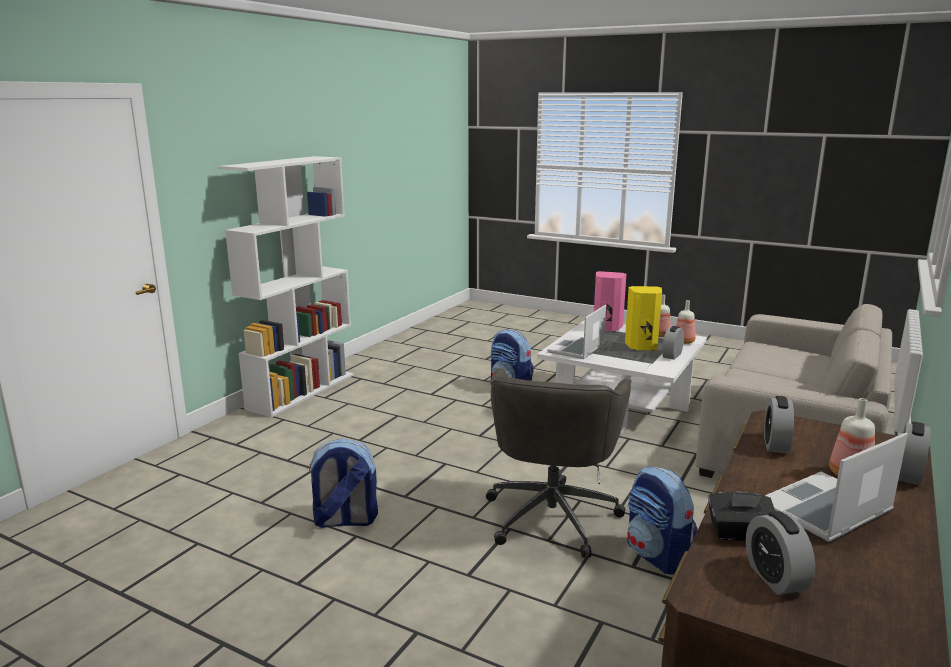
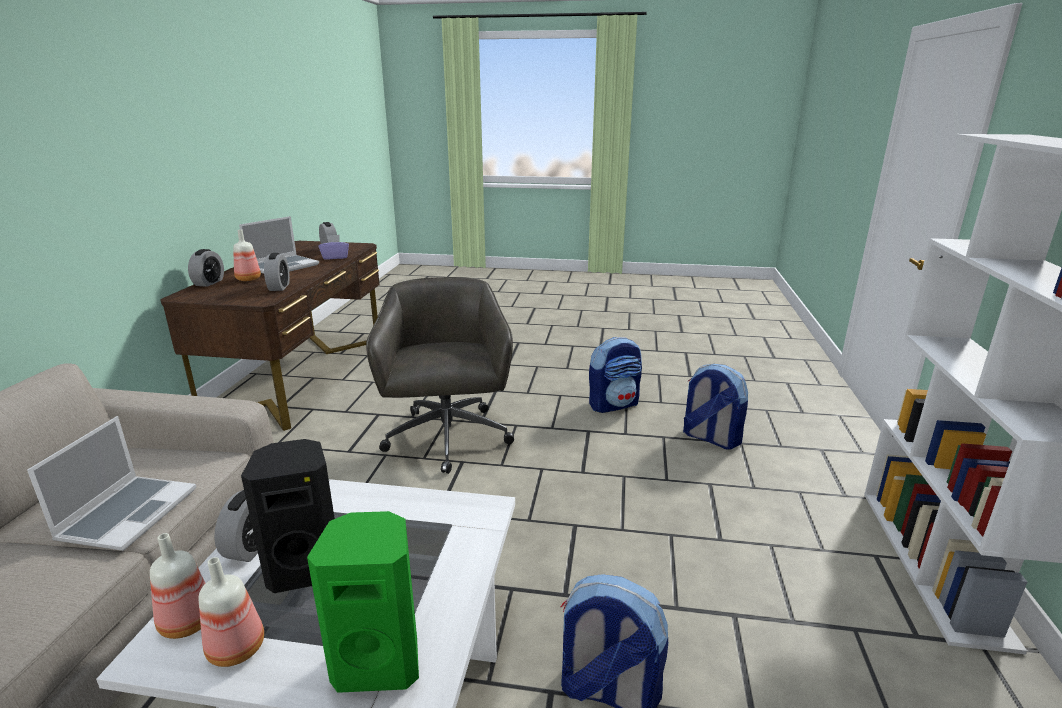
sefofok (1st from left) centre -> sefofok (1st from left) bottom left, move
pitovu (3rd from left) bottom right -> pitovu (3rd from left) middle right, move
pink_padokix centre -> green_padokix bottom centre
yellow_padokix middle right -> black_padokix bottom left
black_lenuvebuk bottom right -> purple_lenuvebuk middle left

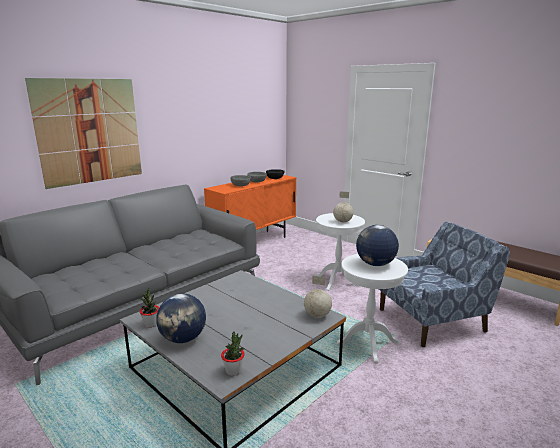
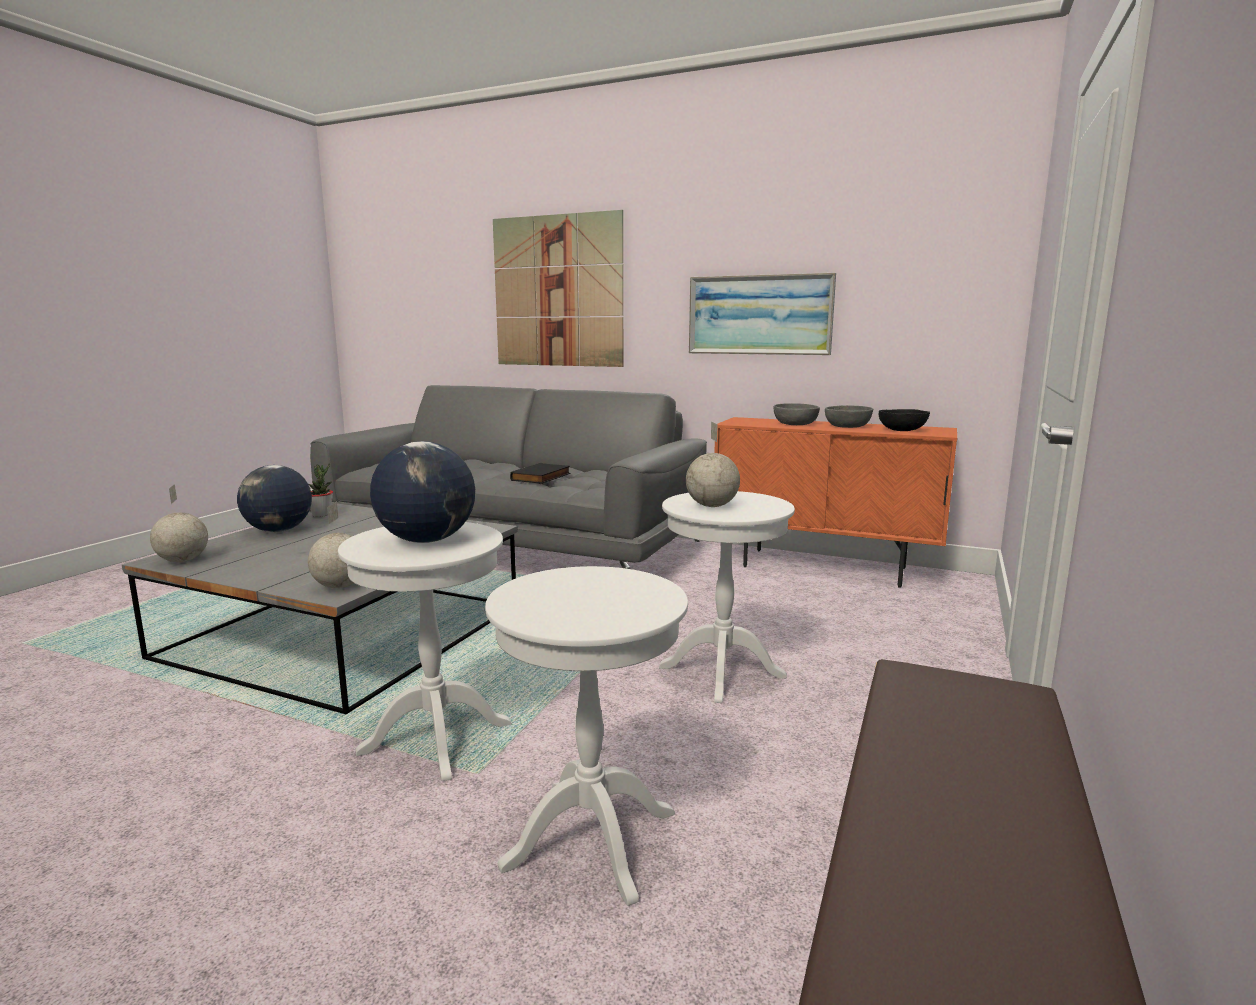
none -> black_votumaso centre
none -> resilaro (2nd from left) top centre
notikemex (2nd from left) bottom centre -> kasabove (1st from left) middle left
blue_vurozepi middle right -> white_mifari (2nd from left) bottom centre

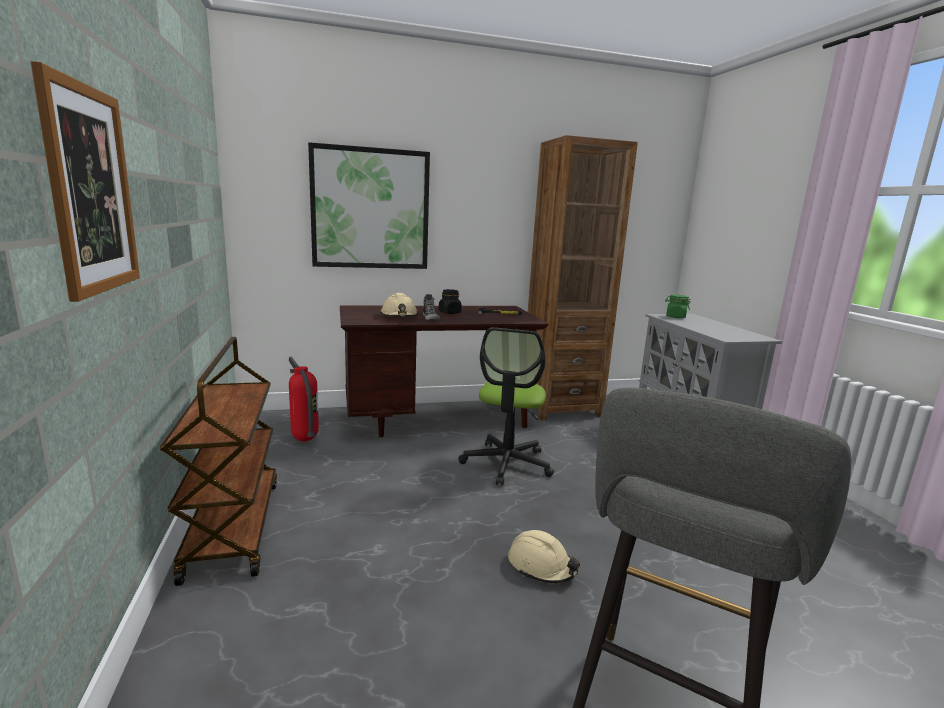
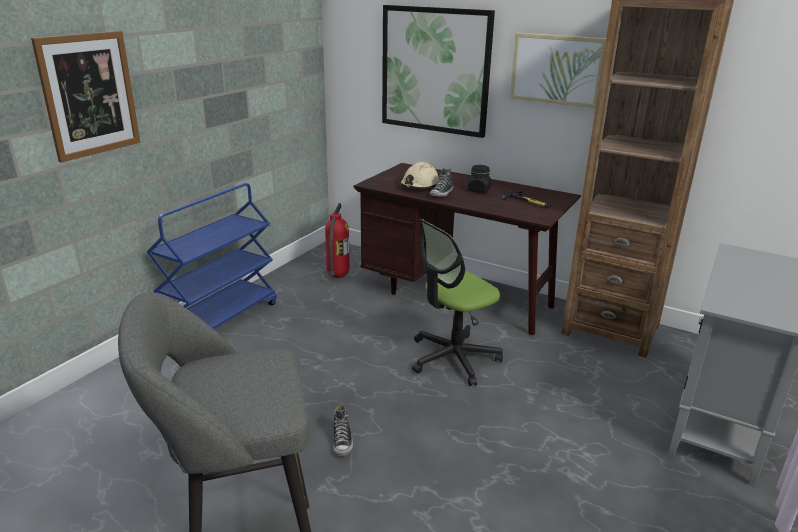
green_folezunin middle right -> none
none -> resilaro (3rd from left) top right
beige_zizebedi (2nd from left) bottom centre -> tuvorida (1st from left) bottom centre
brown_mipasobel middle left -> blue_mipasobel middle left

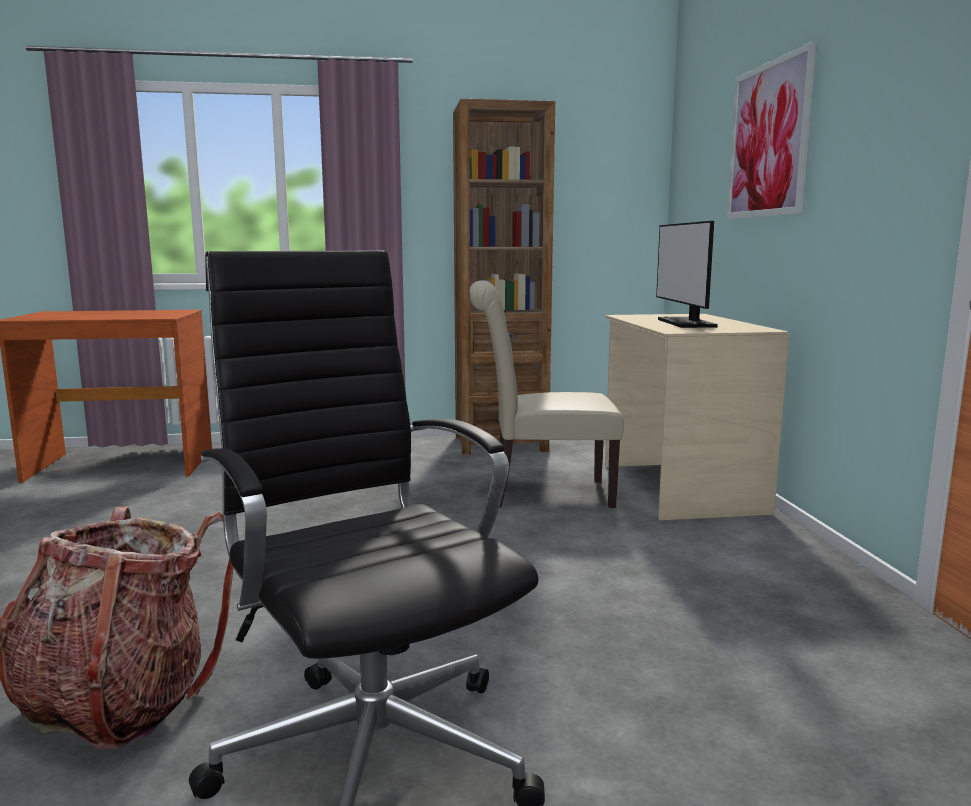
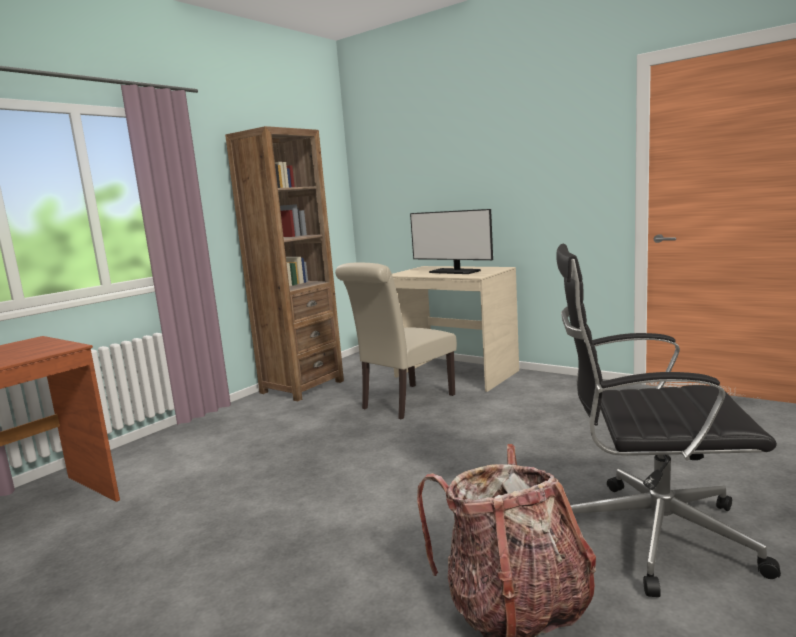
resilaro top right -> none

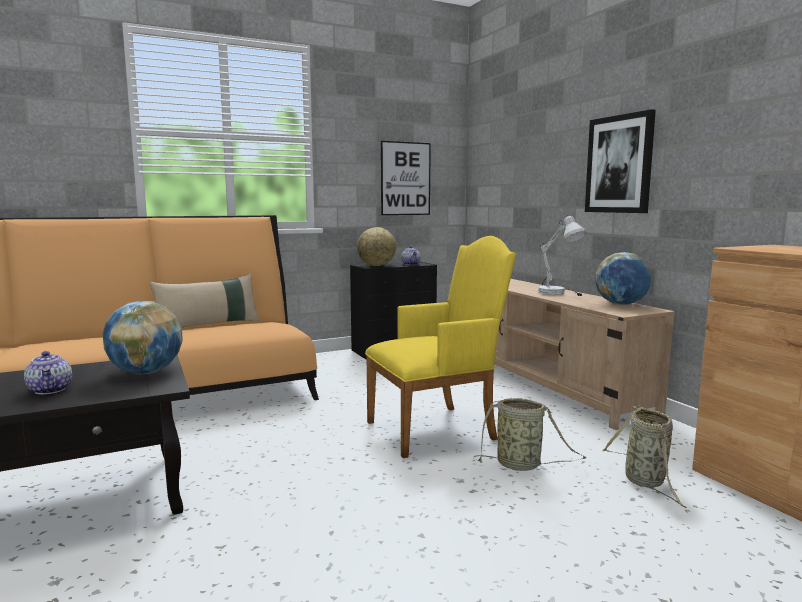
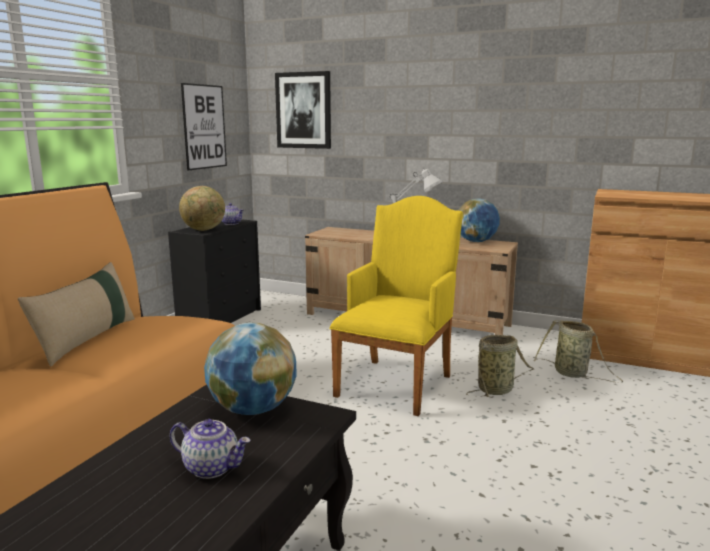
resilaro (2nd from left) top right -> resilaro (2nd from left) top centre, move

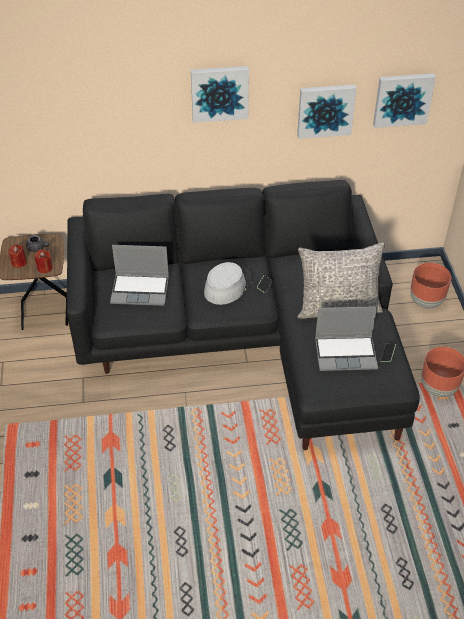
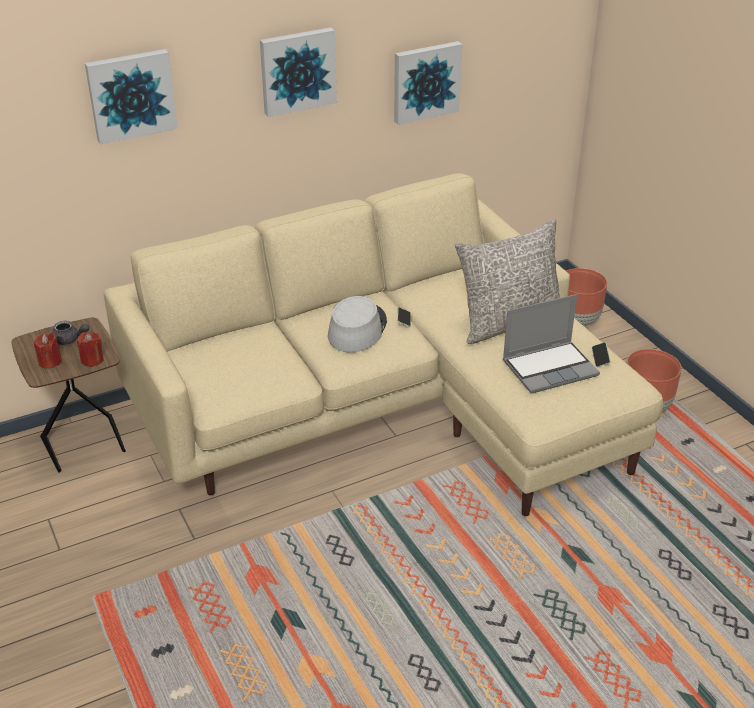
sefofok (1st from left) middle left -> none
resilaro (3rd from left in the first image) top right -> resilaro (1st from left) top left, move
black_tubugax centre -> beige_tubugax centre

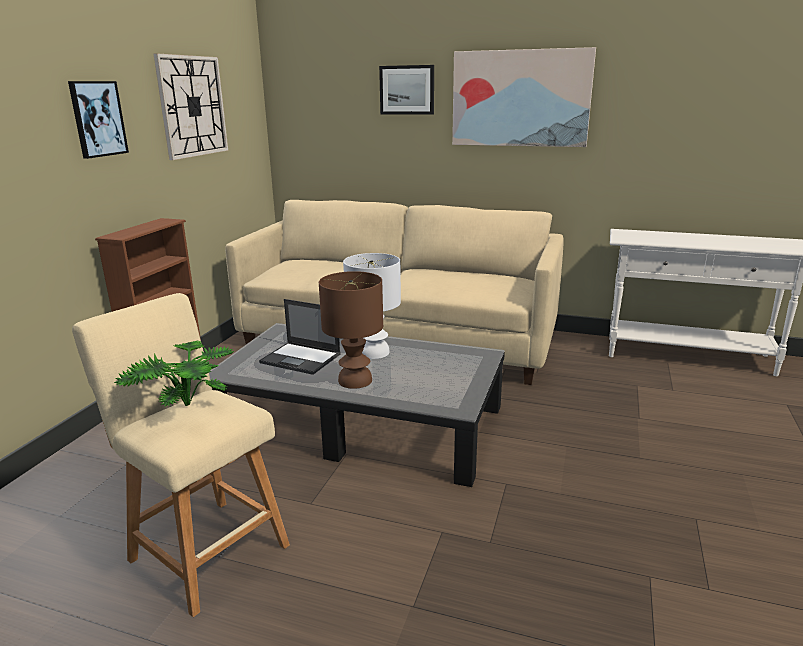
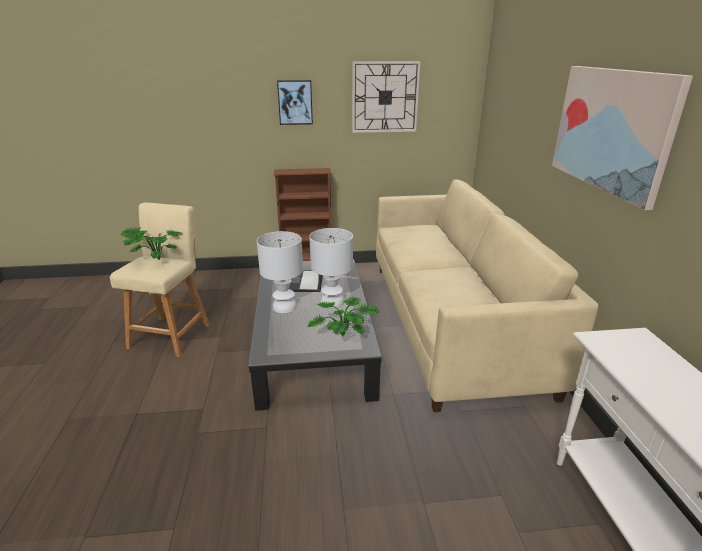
resilaro (2nd from left) top centre -> none
none -> notikemex (2nd from left) centre
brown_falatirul centre -> white_falatirul (1st from left) centre

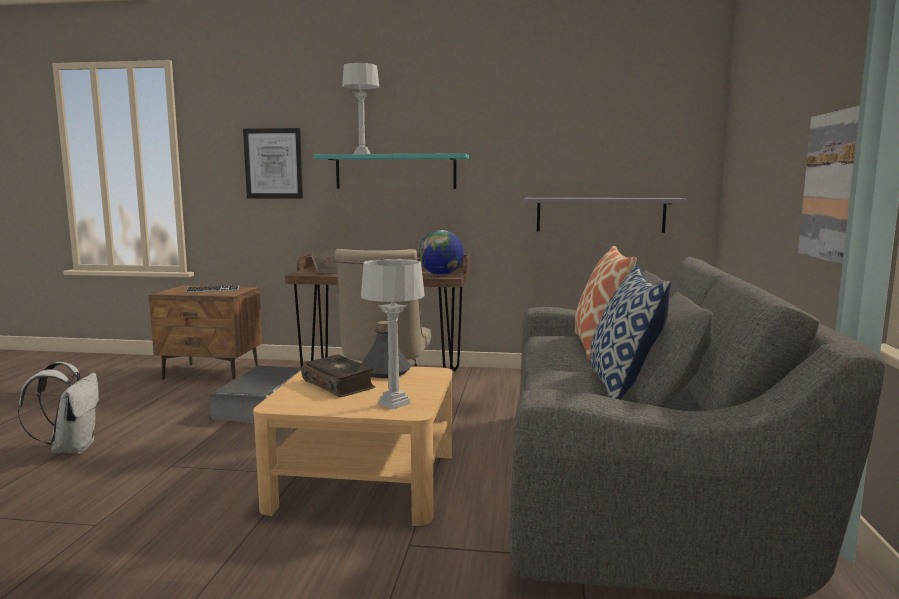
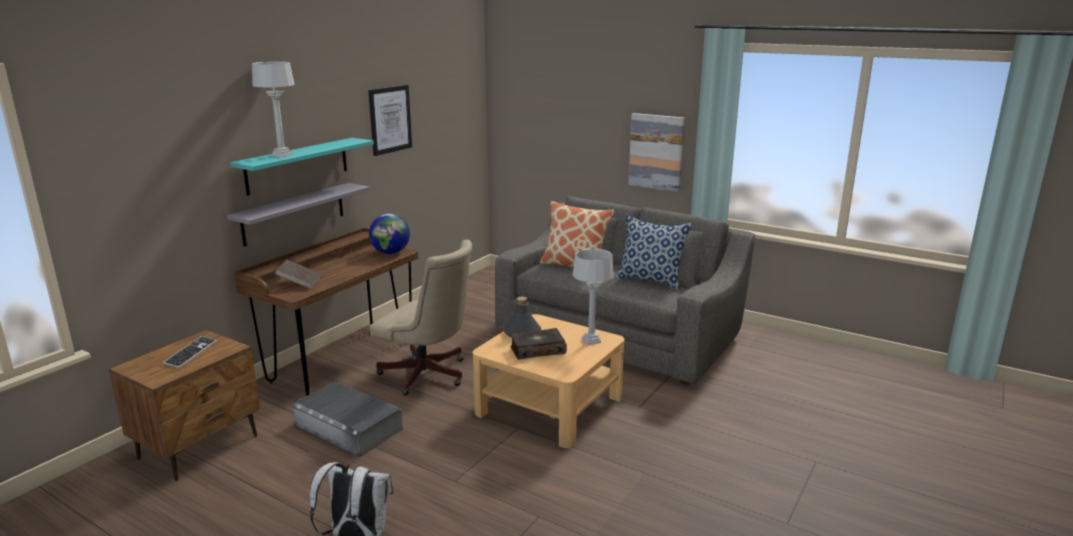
resilaro (1st from left) top left -> resilaro (1st from left) top centre, move
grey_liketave middle right -> grey_liketave middle left, move

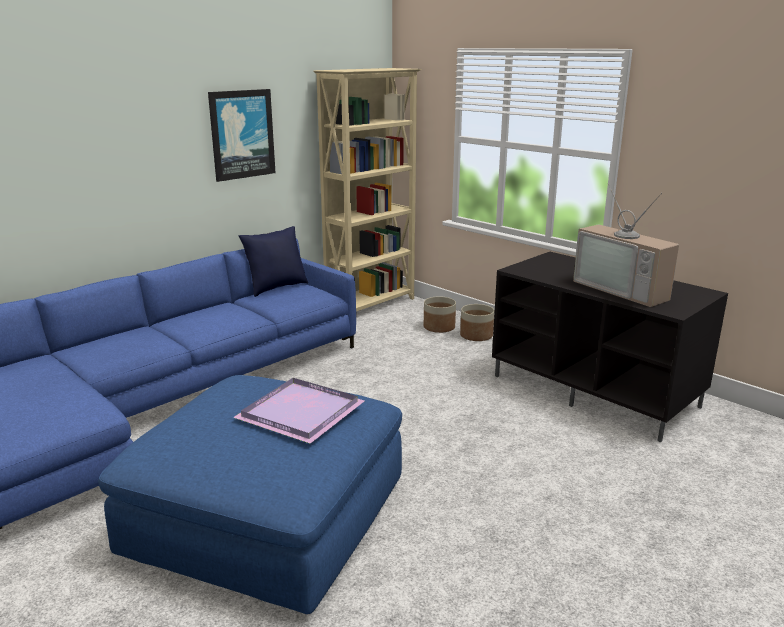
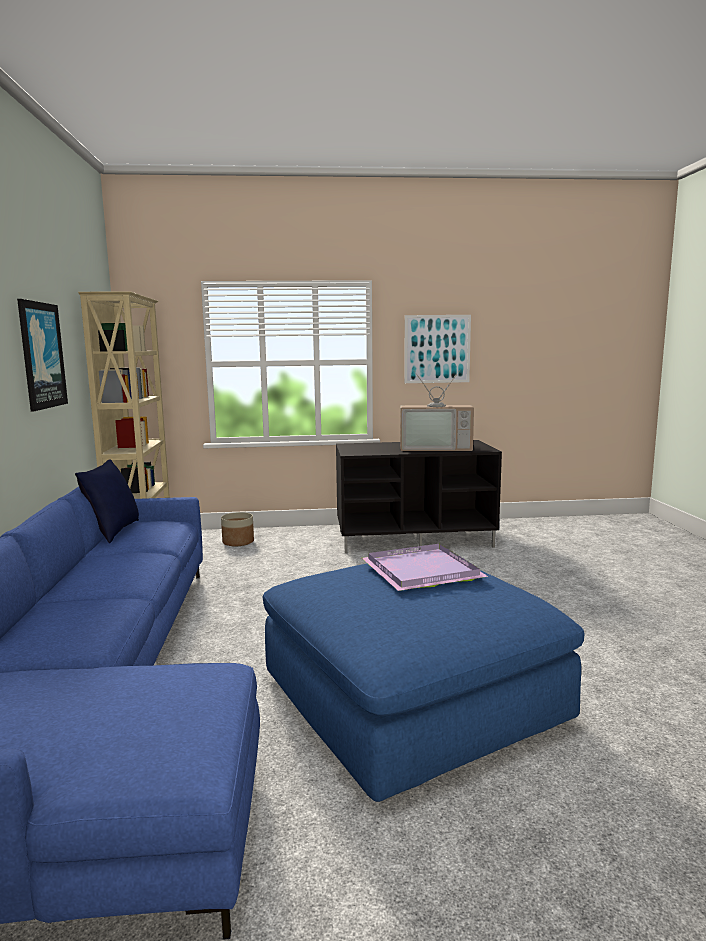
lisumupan (2nd from left) centre -> none
none -> resilaro (2nd from left) centre

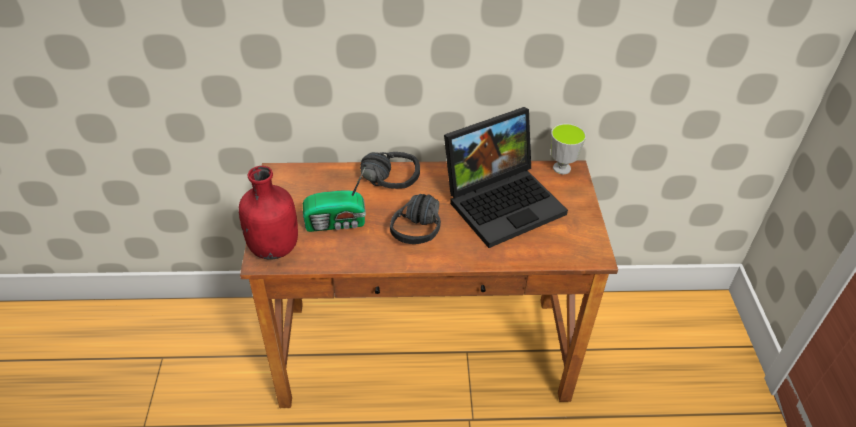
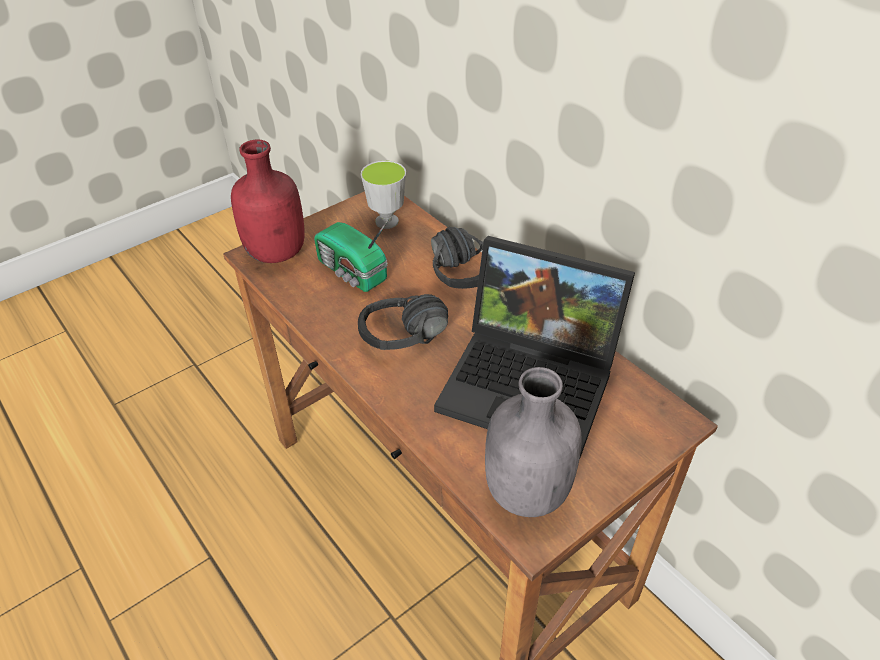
none -> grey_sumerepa bottom centre
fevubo centre -> fevubo top centre, move

